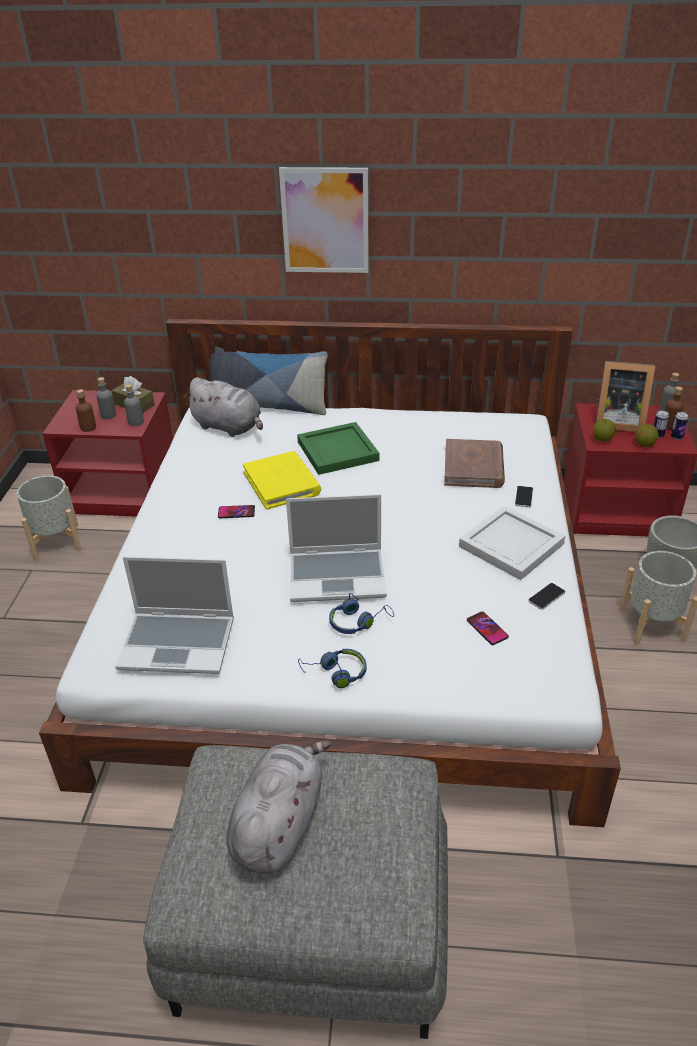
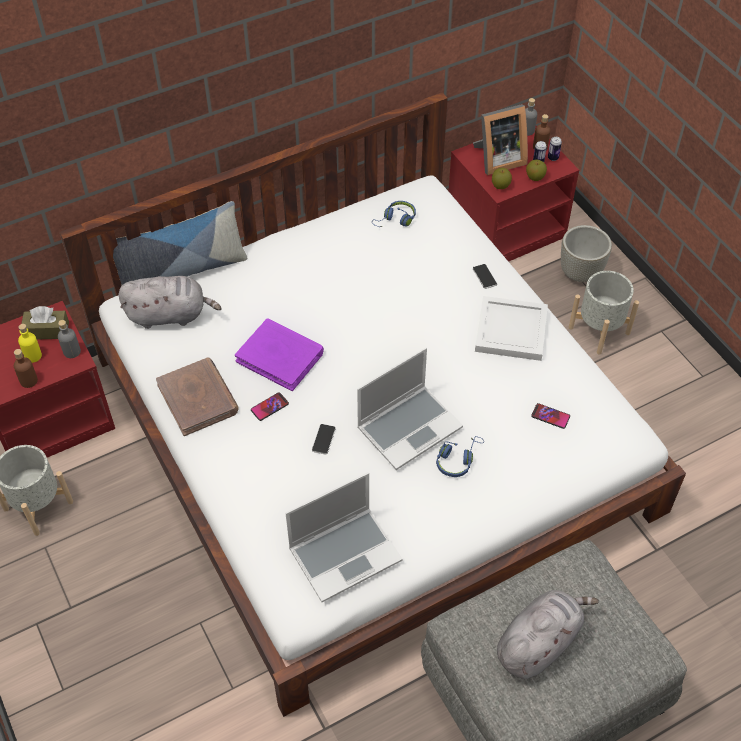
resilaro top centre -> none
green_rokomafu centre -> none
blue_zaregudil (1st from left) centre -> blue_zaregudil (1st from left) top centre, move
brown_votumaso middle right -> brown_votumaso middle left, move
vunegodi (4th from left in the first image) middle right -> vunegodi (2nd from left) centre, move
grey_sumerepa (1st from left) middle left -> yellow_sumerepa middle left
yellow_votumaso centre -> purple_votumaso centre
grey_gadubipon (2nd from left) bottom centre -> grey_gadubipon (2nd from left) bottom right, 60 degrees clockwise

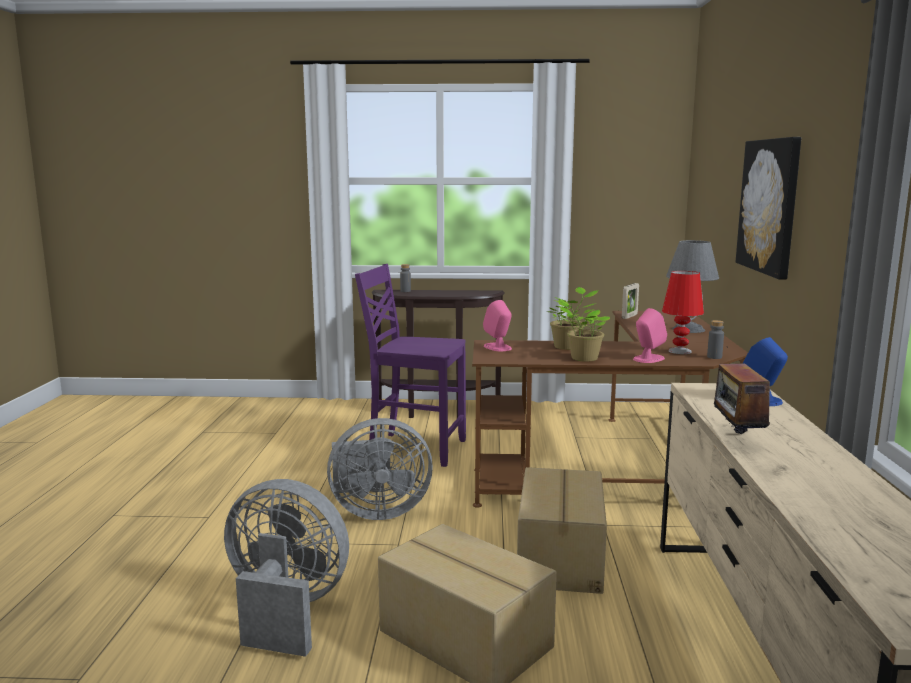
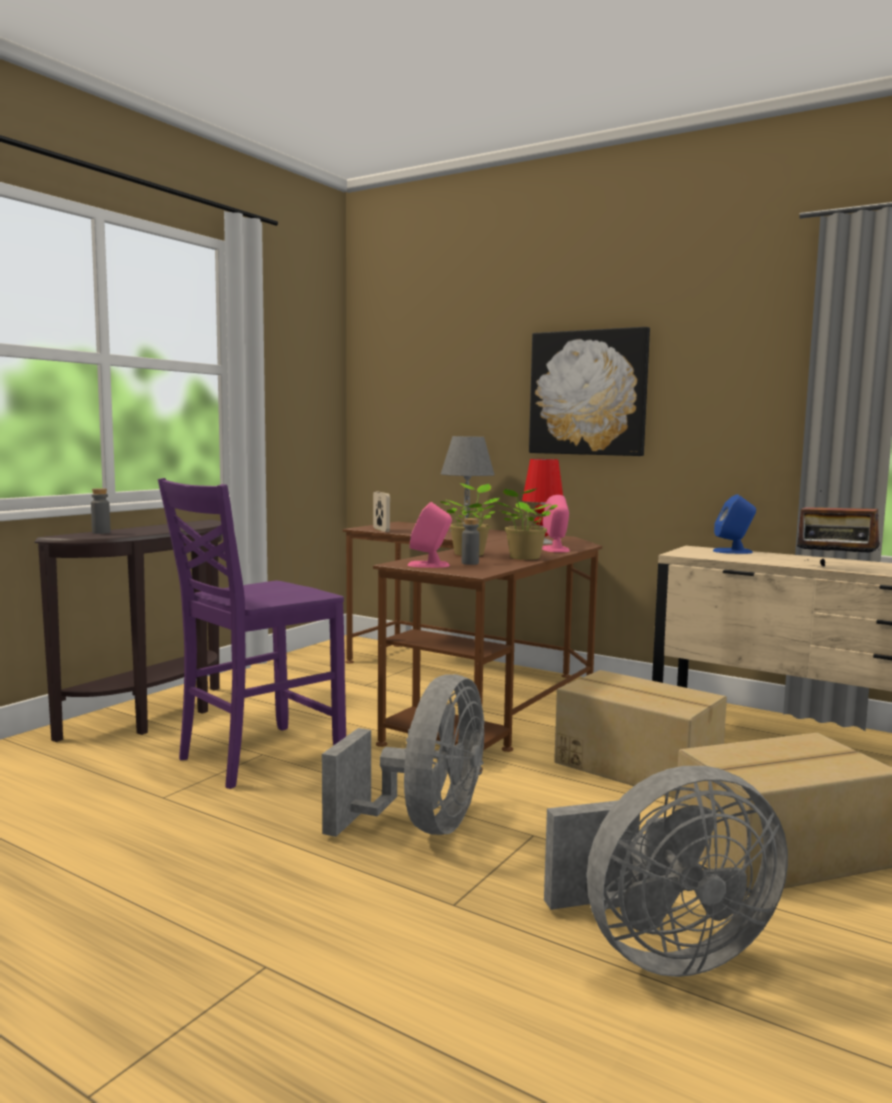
grey_sumerepa (2nd from left) middle right -> grey_sumerepa (2nd from left) centre, move
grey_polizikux (1st from left in the first image) bottom left -> grey_polizikux (2nd from left) bottom right, 150 degrees counterclockwise

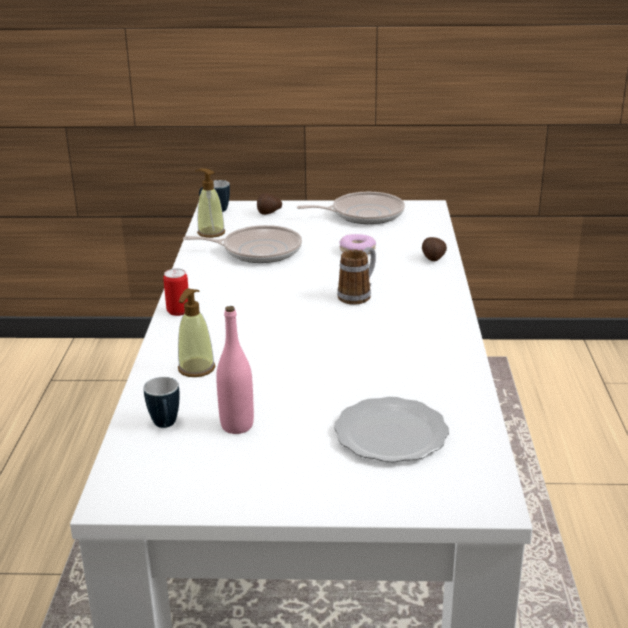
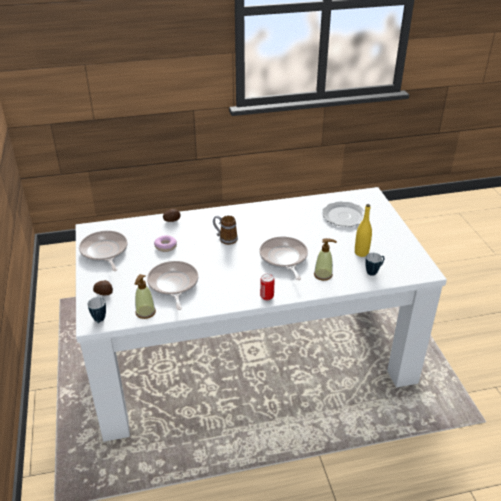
none -> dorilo (3rd from left) centre
pink_sumerepa centre -> yellow_sumerepa middle right

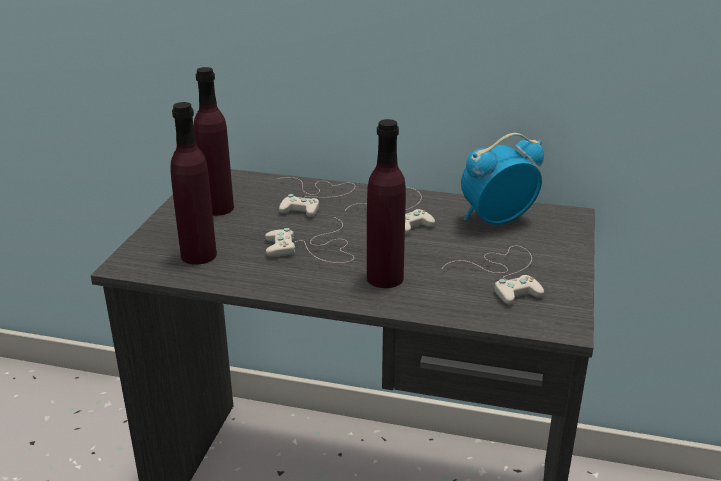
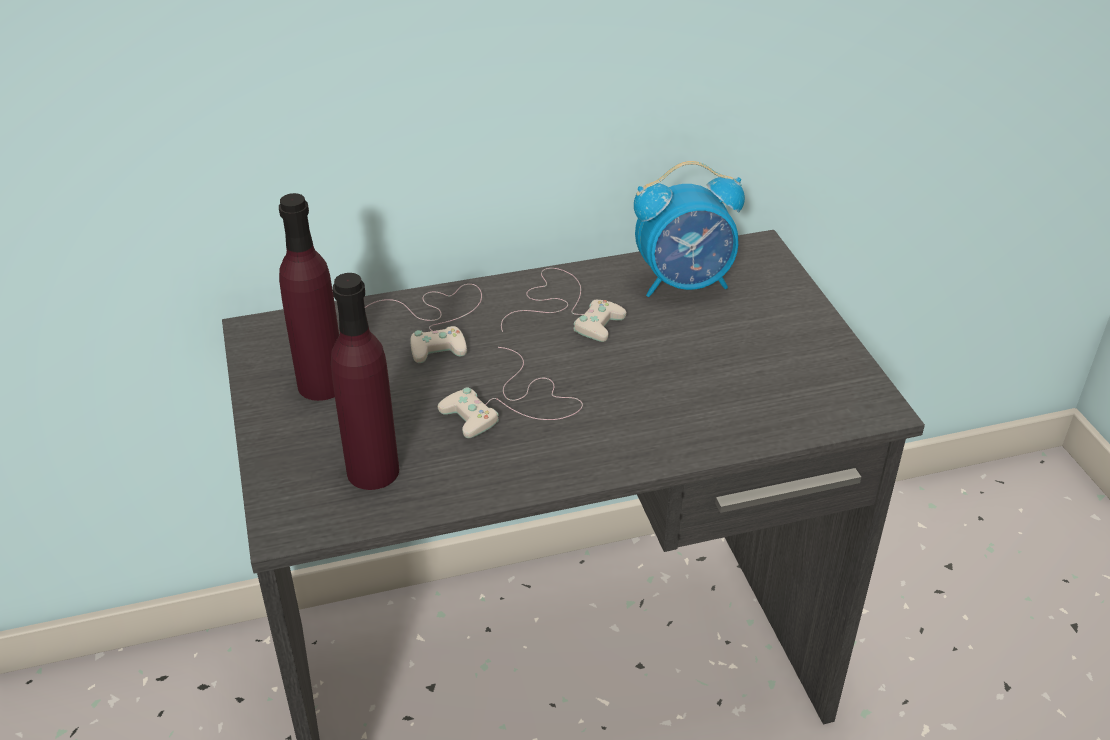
purple_sumerepa (3rd from left) centre -> none
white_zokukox (4th from left) middle right -> none
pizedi middle right -> pizedi top centre, 135 degrees counterclockwise

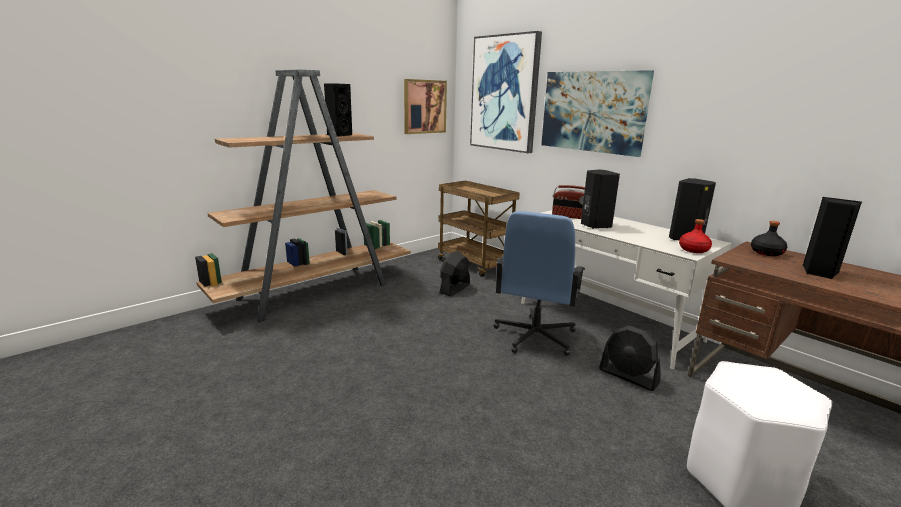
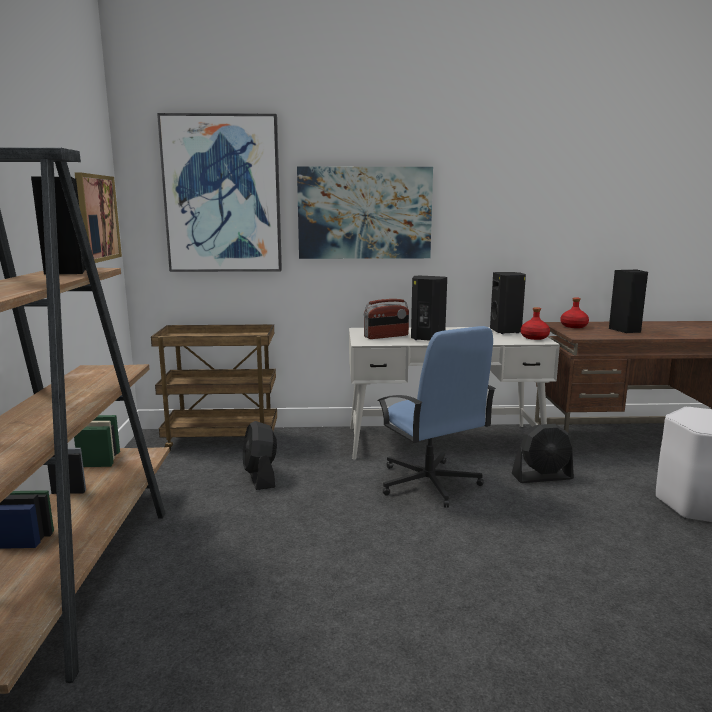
black_sumerepa middle right -> red_sumerepa (2nd from left) middle right

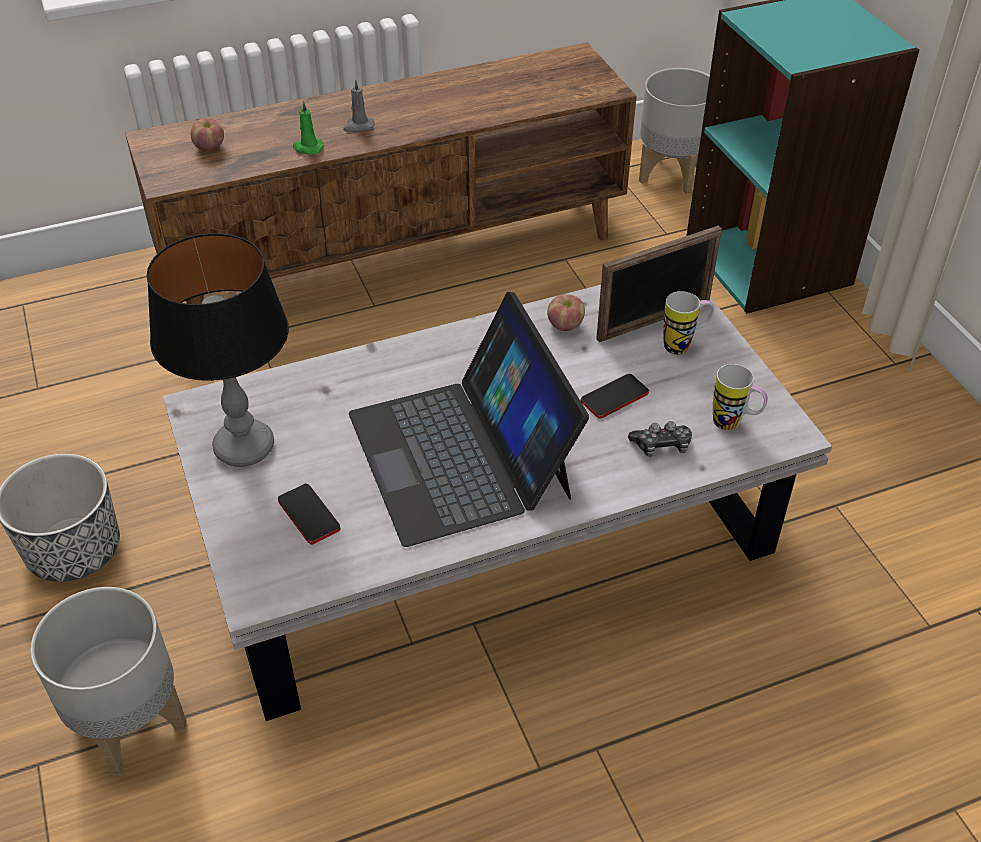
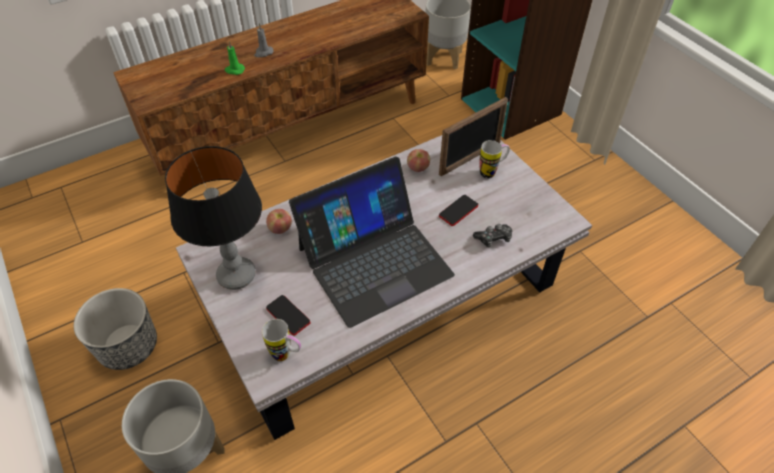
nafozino (1st from left) top left -> nafozino (1st from left) centre, move
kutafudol (2nd from left in the first image) middle right -> kutafudol (1st from left) bottom centre, move
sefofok centre, 90 degrees counterclockwise

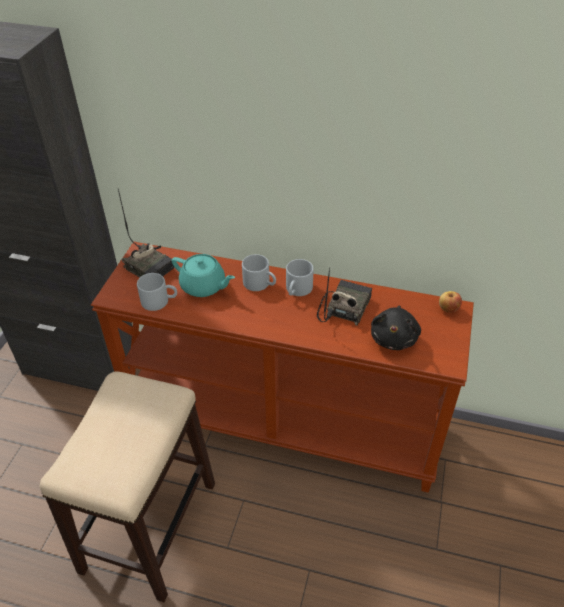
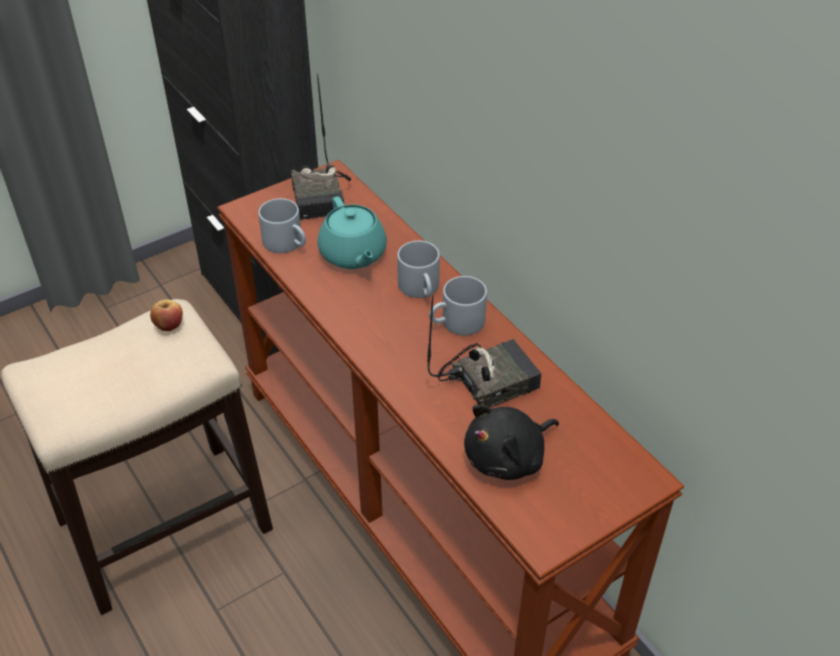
nafozino middle right -> nafozino middle left, move

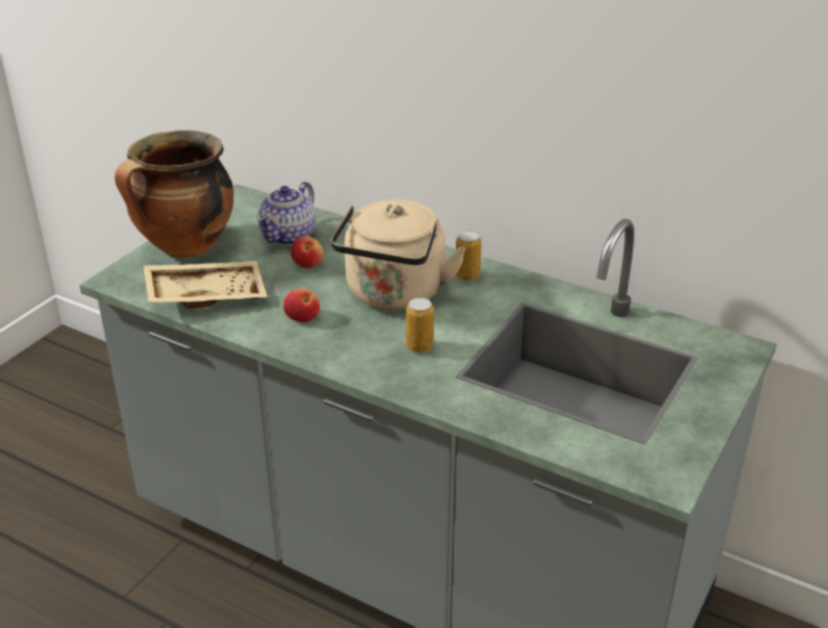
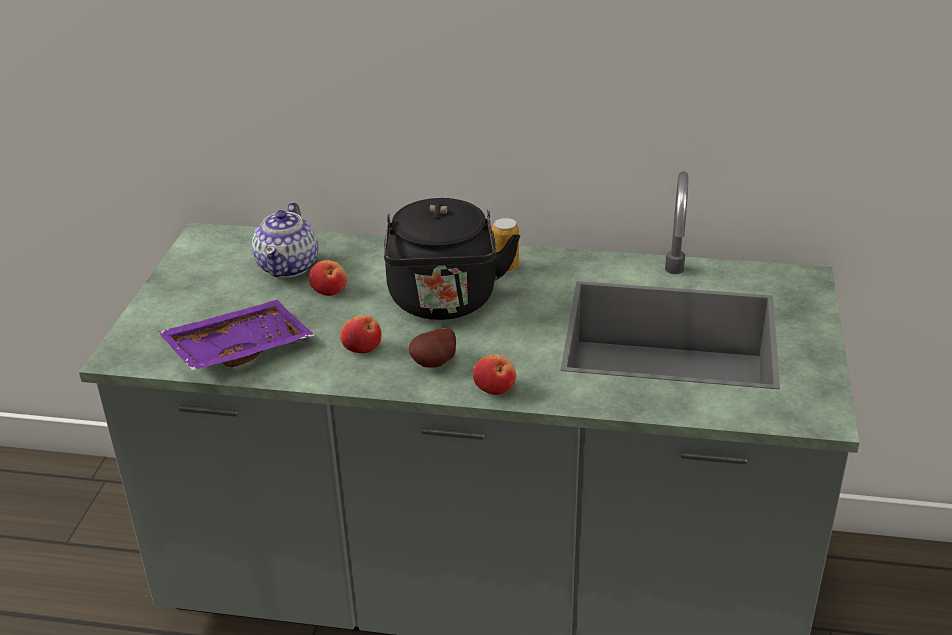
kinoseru top left -> none
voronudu (1st from left) centre -> none
none -> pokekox centre
none -> nafozino (3rd from left) centre
beige_rokomafu middle left -> purple_rokomafu middle left
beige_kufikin centre -> black_kufikin centre

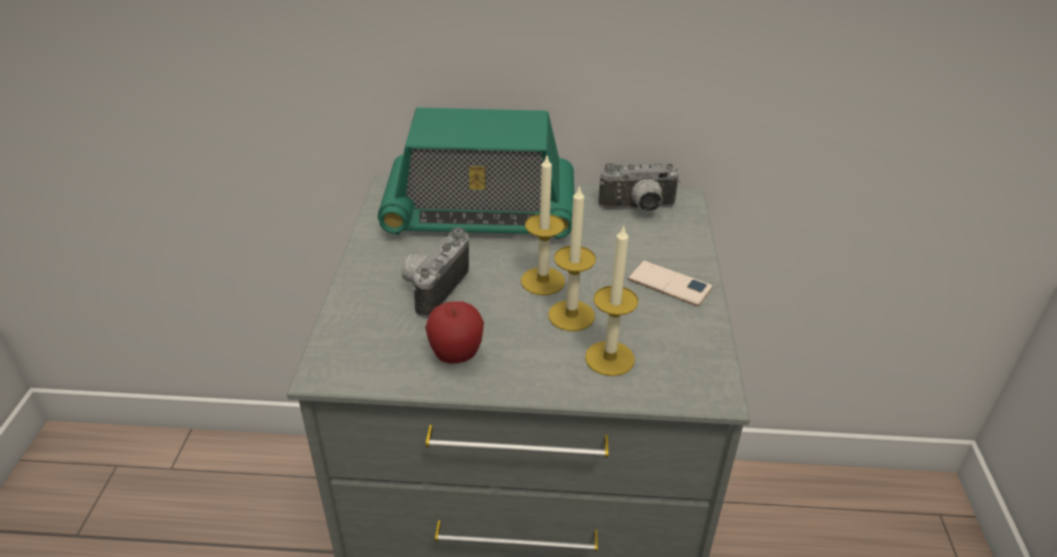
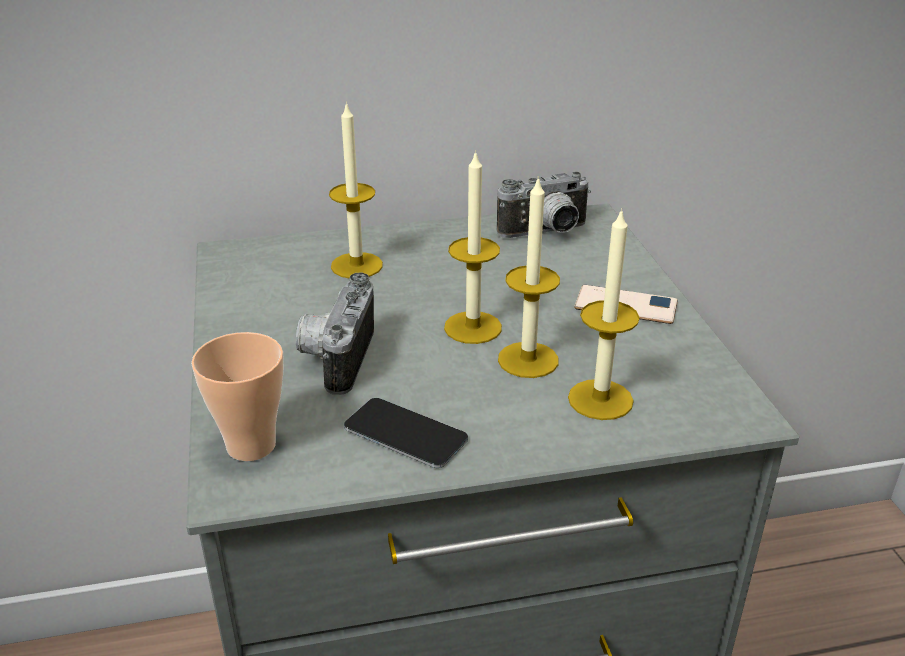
none -> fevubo middle left
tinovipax top centre -> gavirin (1st from left) top centre
nafozino centre -> vunegodi (1st from left) centre

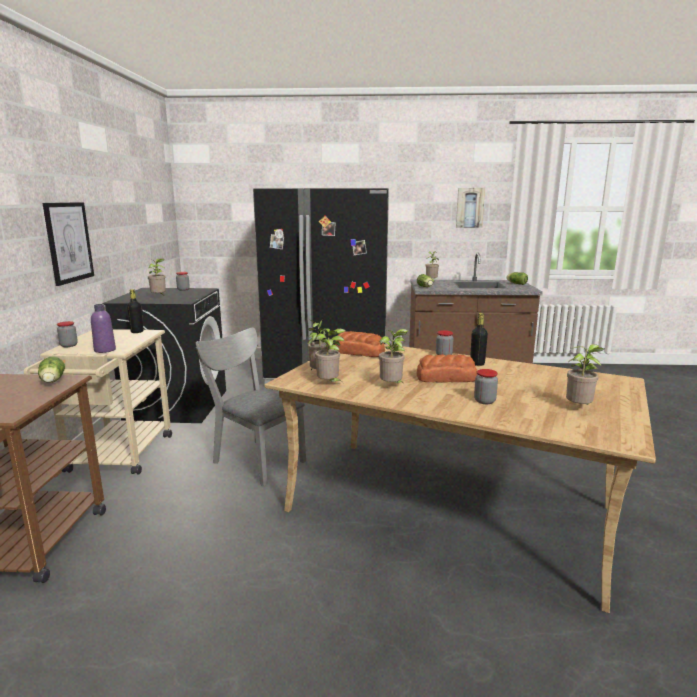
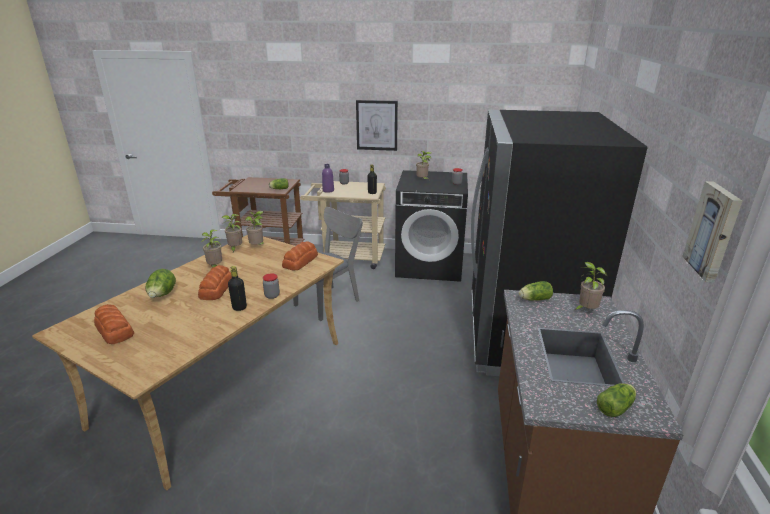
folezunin (4th from left) middle right -> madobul (1st from left) middle left
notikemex (6th from left) middle right -> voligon (1st from left) middle left

